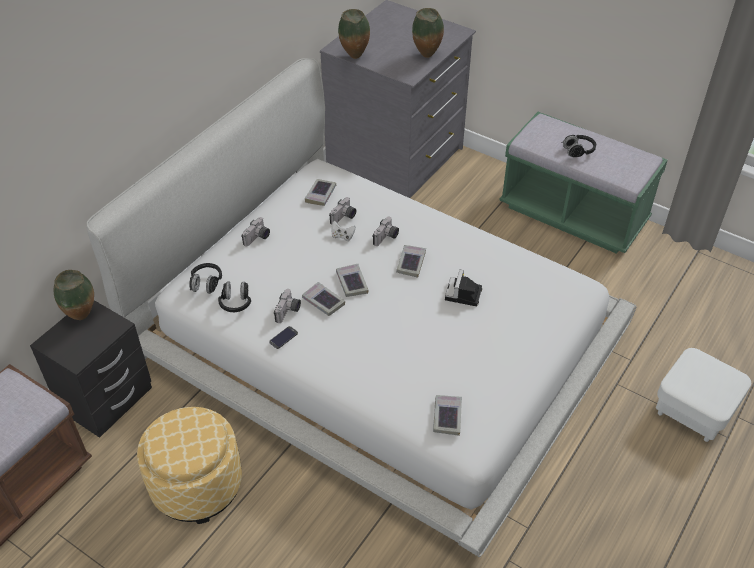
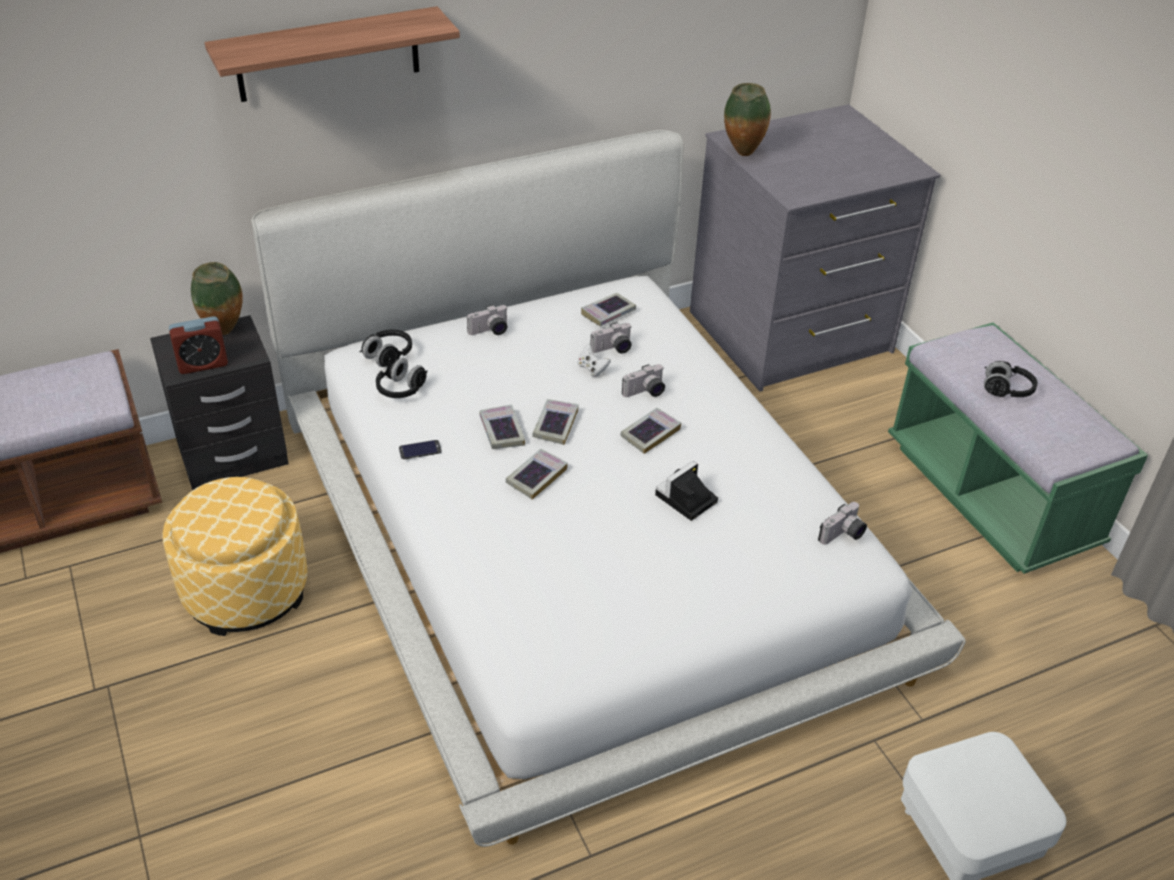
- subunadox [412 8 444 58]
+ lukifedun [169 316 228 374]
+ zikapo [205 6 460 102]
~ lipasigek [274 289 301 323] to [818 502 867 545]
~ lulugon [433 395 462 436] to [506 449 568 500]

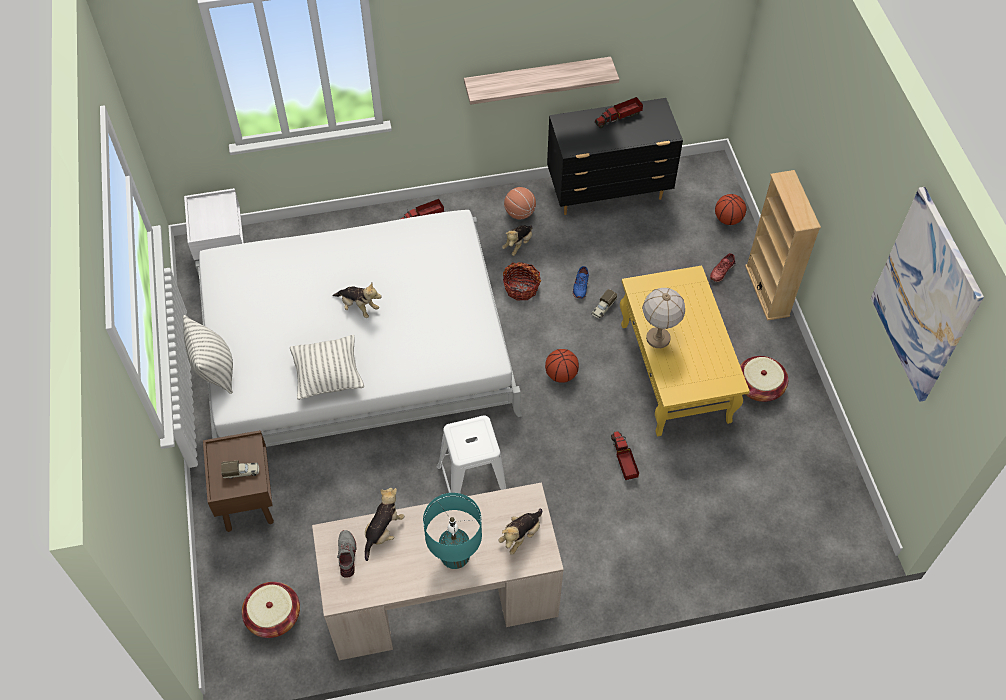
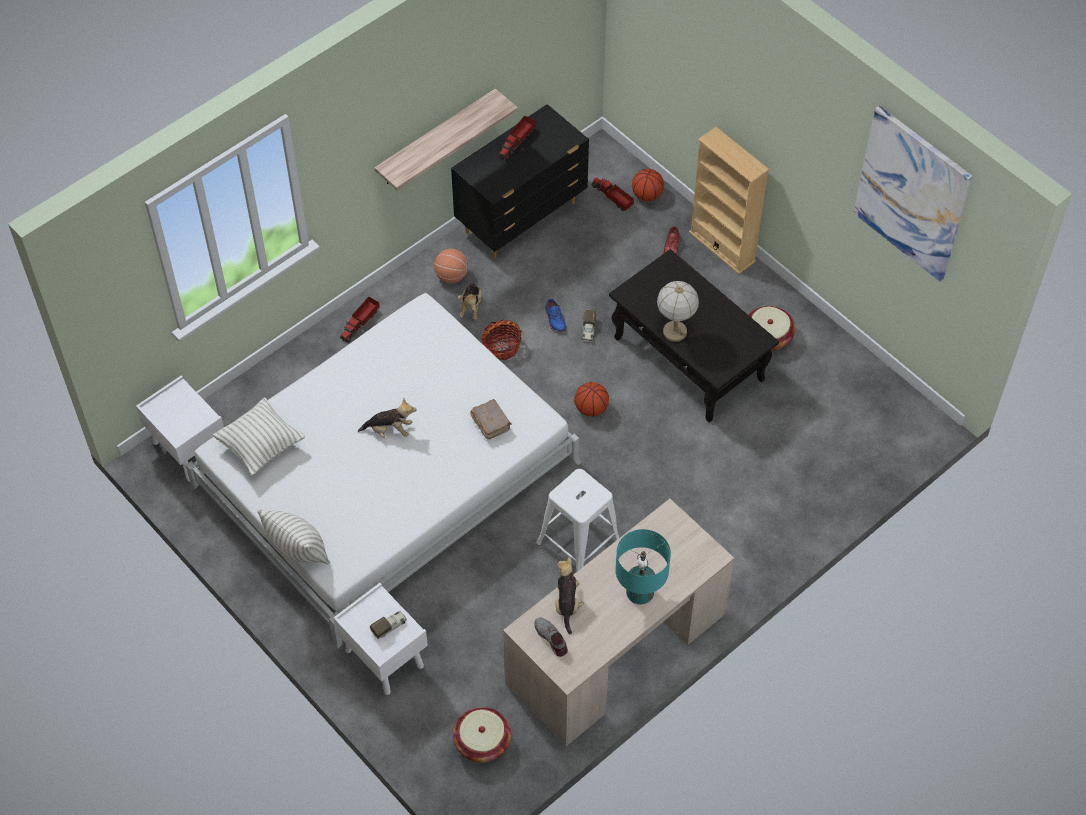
- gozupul [498 508 542 555]
+ brown lulugon [470 399 511 439]
~ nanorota [290 335 364 400] to [213 397 305 476]
~ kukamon [611 431 639 480] to [591 178 634 211]
~ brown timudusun [203 430 274 532] to white timudusun [333 583 428 695]
~ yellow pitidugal [620 266 749 437] to black pitidugal [609 249 779 423]

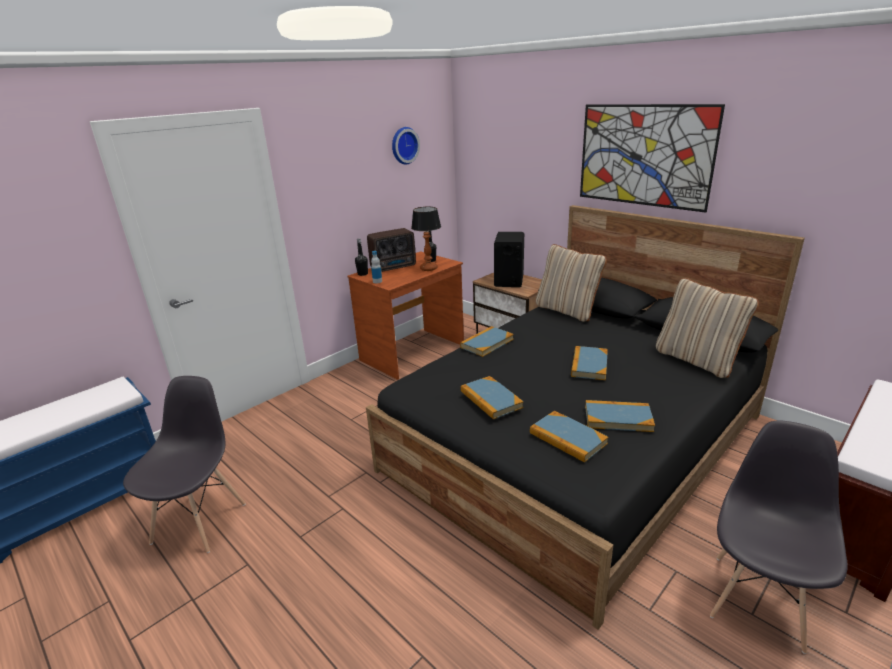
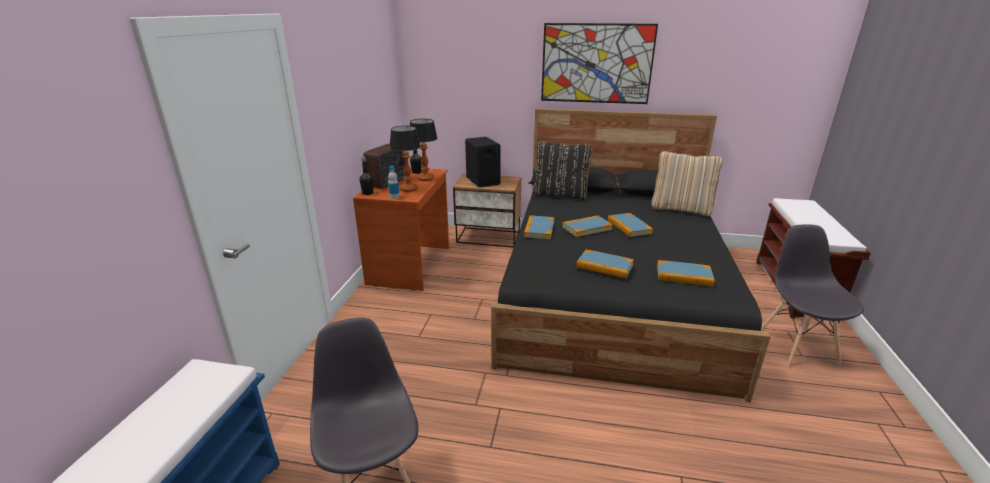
- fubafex [392 127 420 164]
+ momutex [390 126 421 192]
~ lulugon [585 400 655 432] to [562 215 613 237]
~ beige nanorota [536 244 607 322] to black nanorota [533 141 593 200]

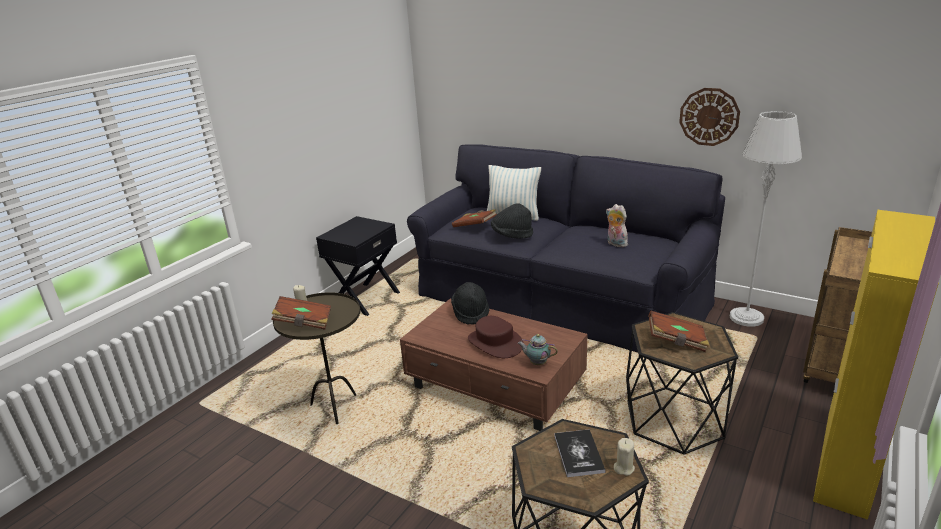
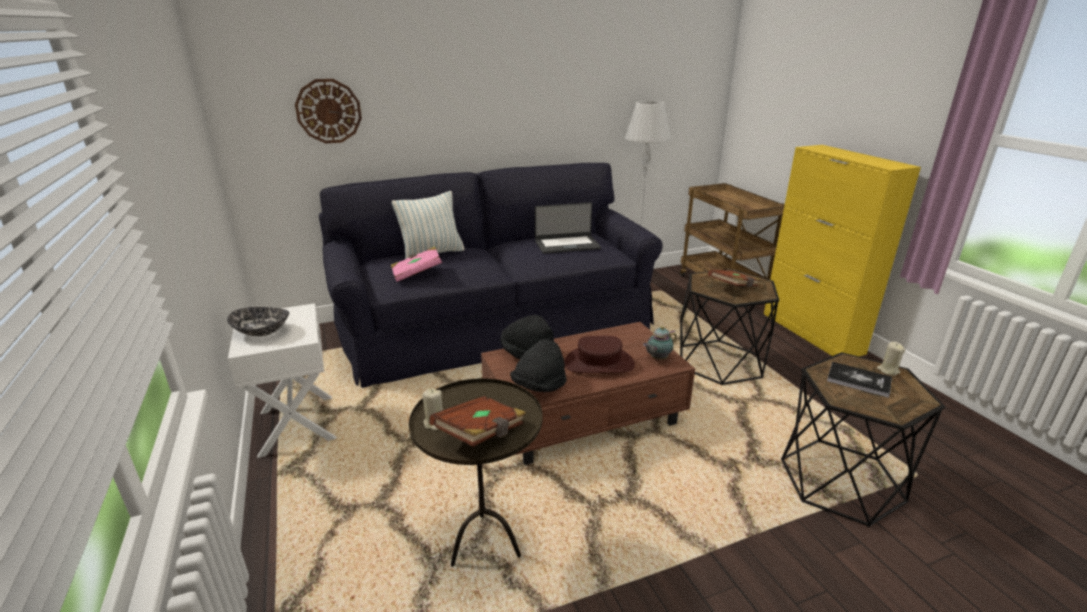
+ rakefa [227 307 289 336]
~ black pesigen [491 203 533 239] to [510 339 567 392]
~ fubafex [679 88 740 146] to [295 79 362 144]
~ gozupul [606 204 629 247] to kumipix [535 202 601 254]
~ black timudusun [316 216 400 316] to white timudusun [228 303 336 458]
~ brown lulugon [452 209 497 227] to pink lulugon [391 246 442 282]

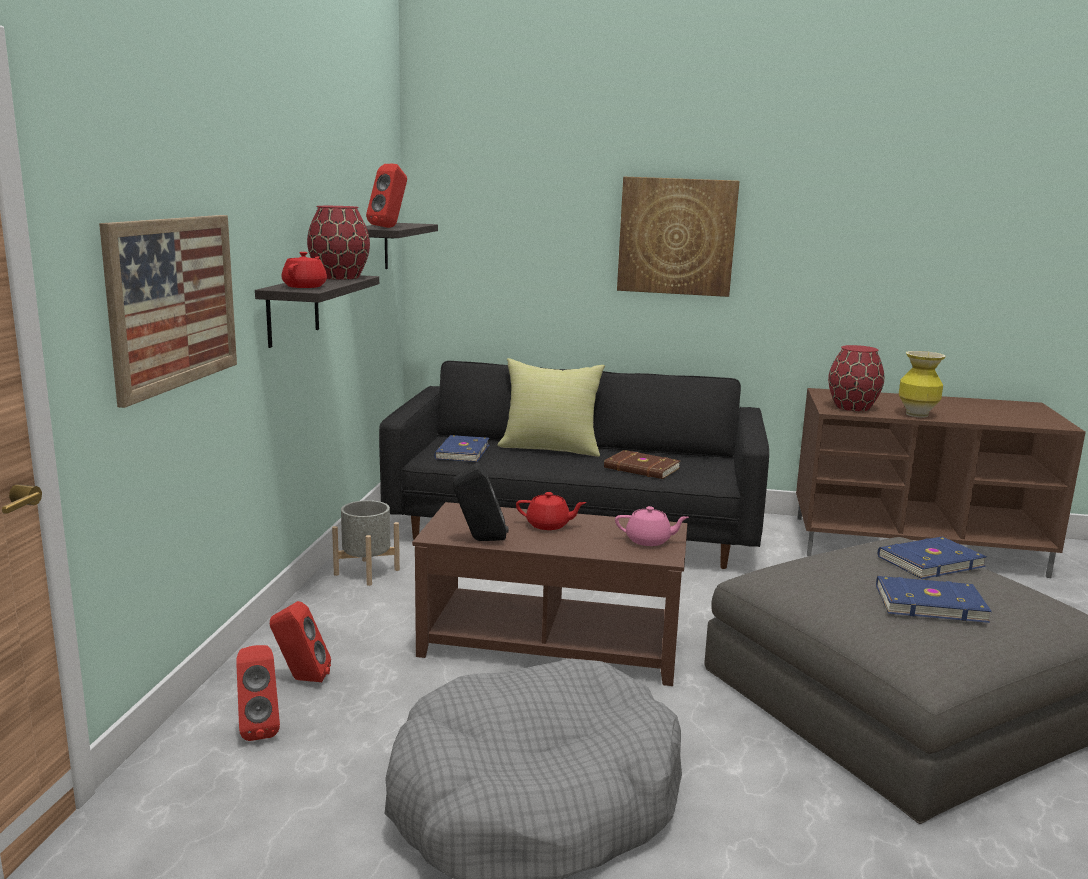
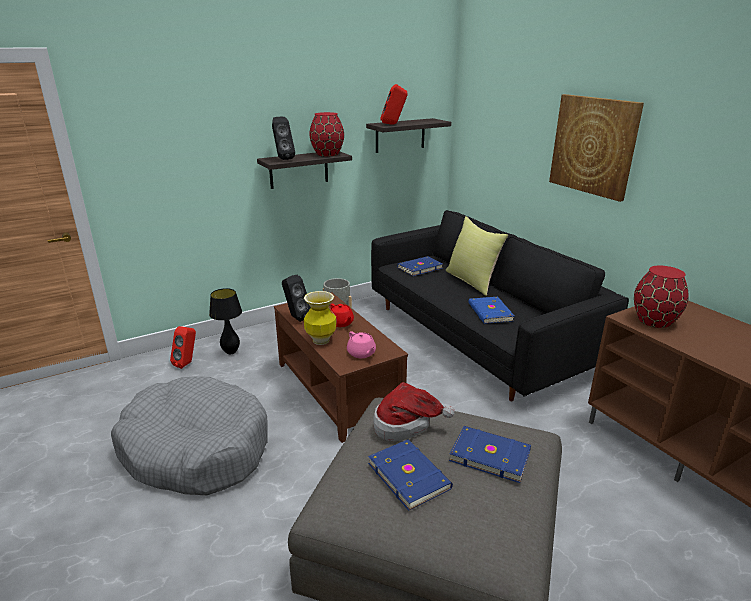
- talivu [99 215 237 408]
+ pesigen [373 382 455 442]
~ subunadox [899 351 946 417] to [304 291 337 345]
~ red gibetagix [270 601 331 682] to black momutex [209 288 242 354]
~ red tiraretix [282 252 327 288] to black gibetagix [272 117 295 160]
~ brown lulugon [604 450 680 479] to blue lulugon [468 297 514 324]

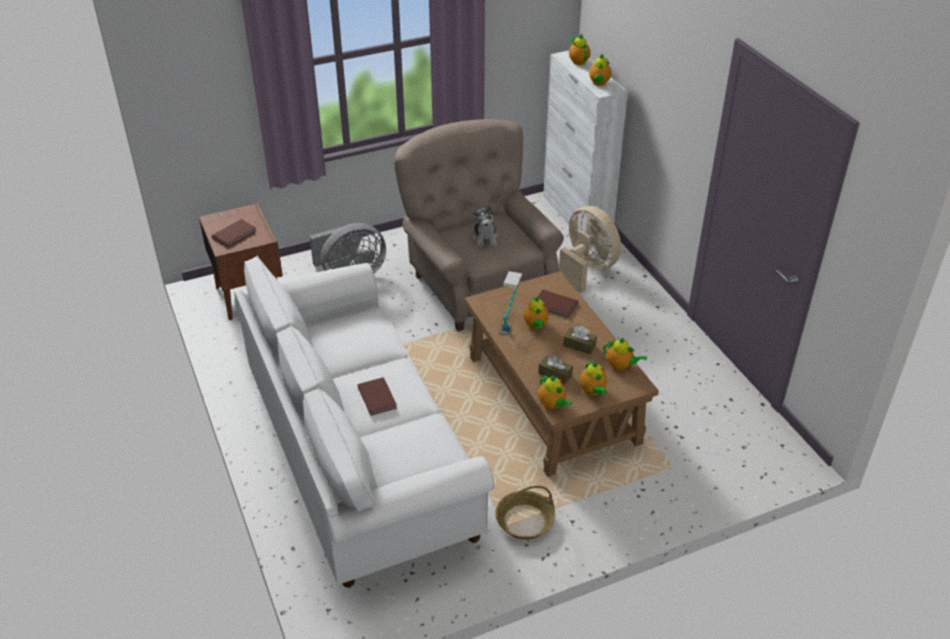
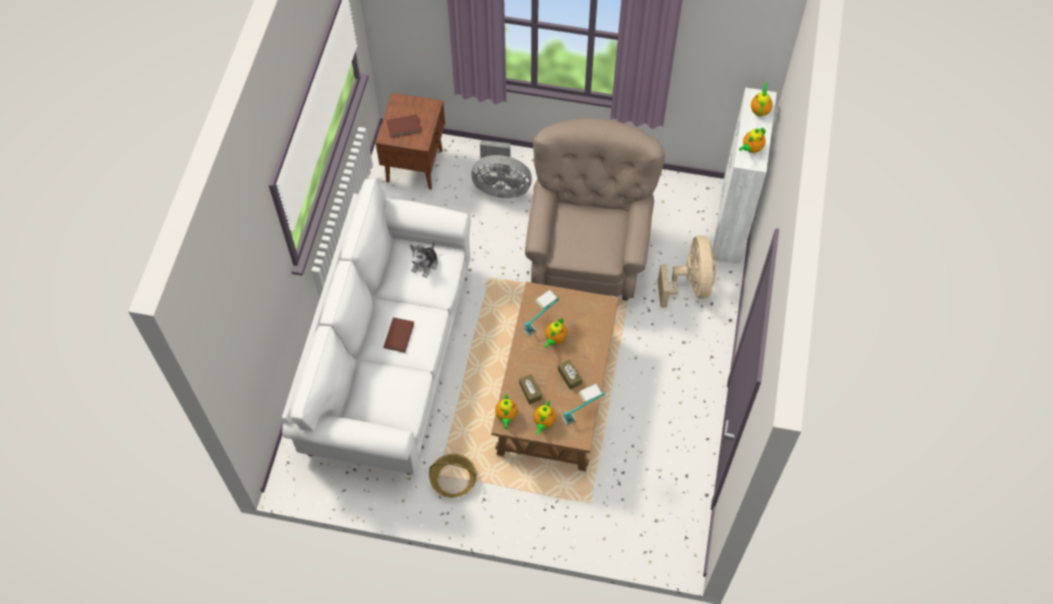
- brown lulugon [538 290 578 318]
~ gozupul [472 205 498 248] to [410 242 438 278]
~ tiraretix [603 338 647 370] to momutex [563 384 605 425]

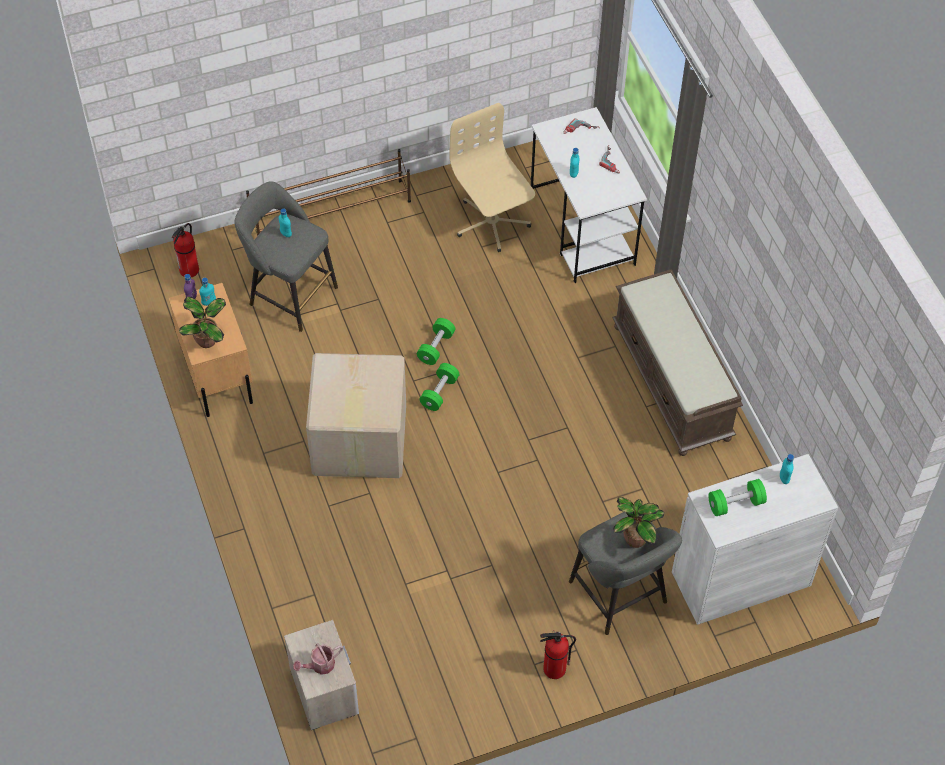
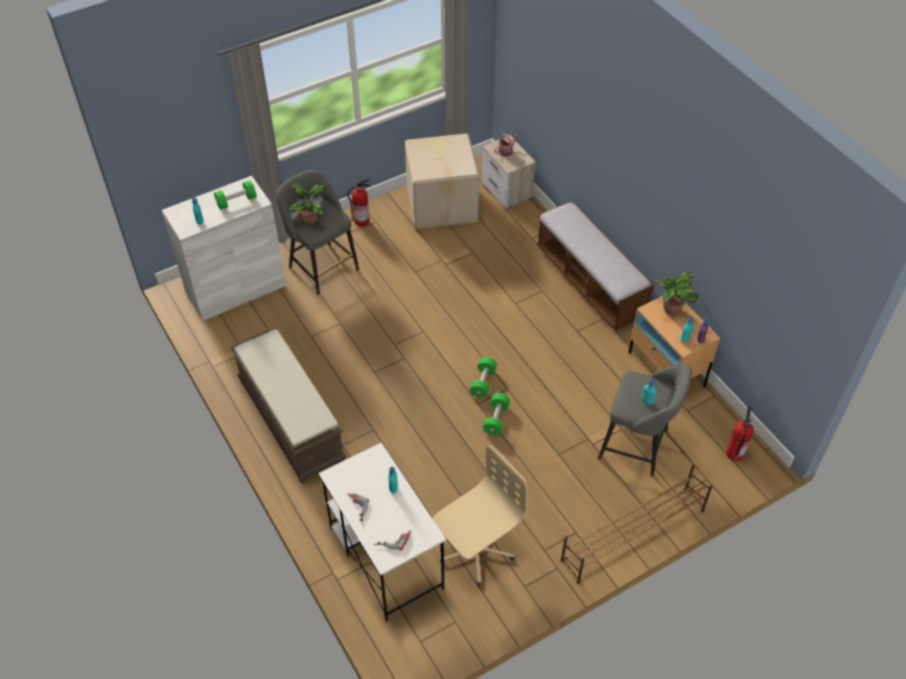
+ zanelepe [537 201 654 331]
~ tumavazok [306 353 406 478] to [405 133 480 229]
~ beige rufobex [449 103 535 252] = [432 445 527 585] 90 degrees counterclockwise

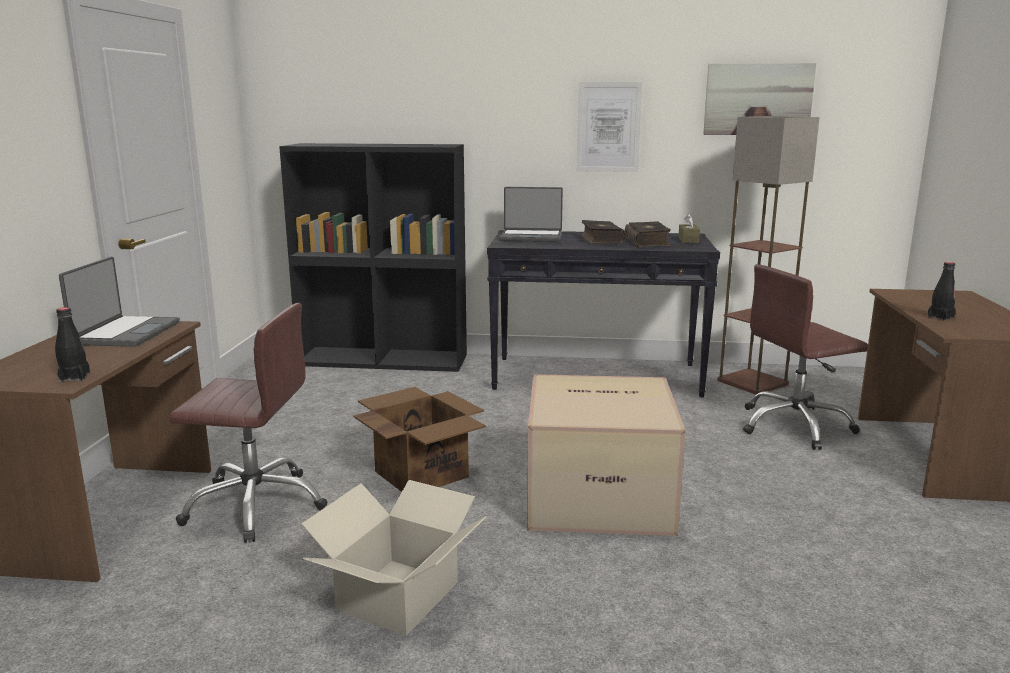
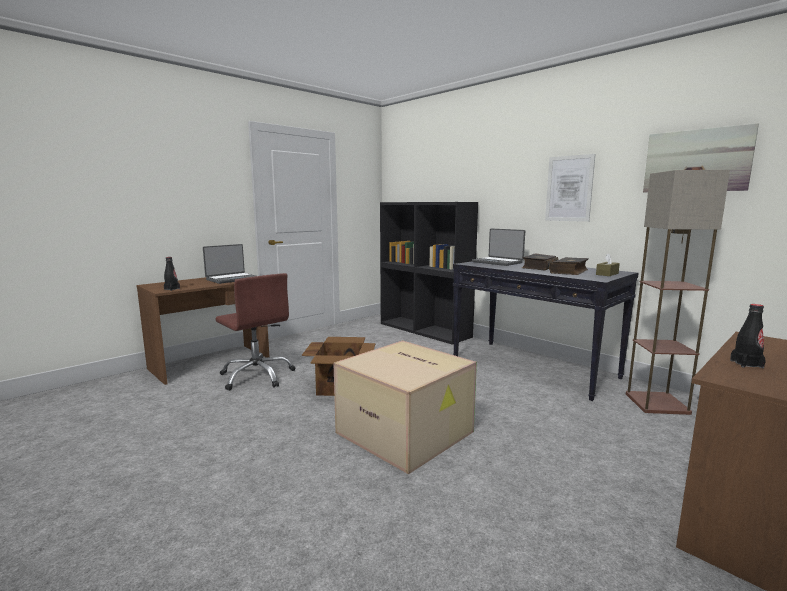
- tumavazok [301 480 487 636]
- brown rufobex [743 264 868 450]

